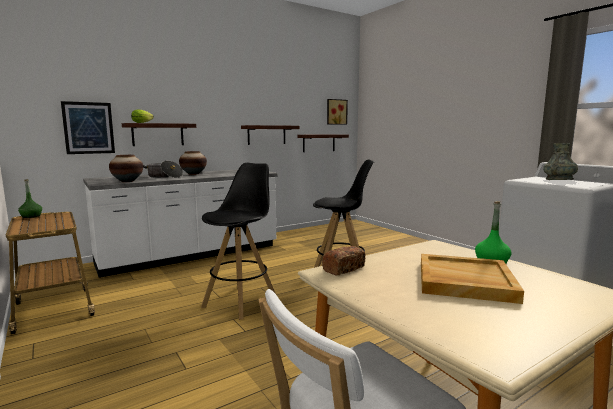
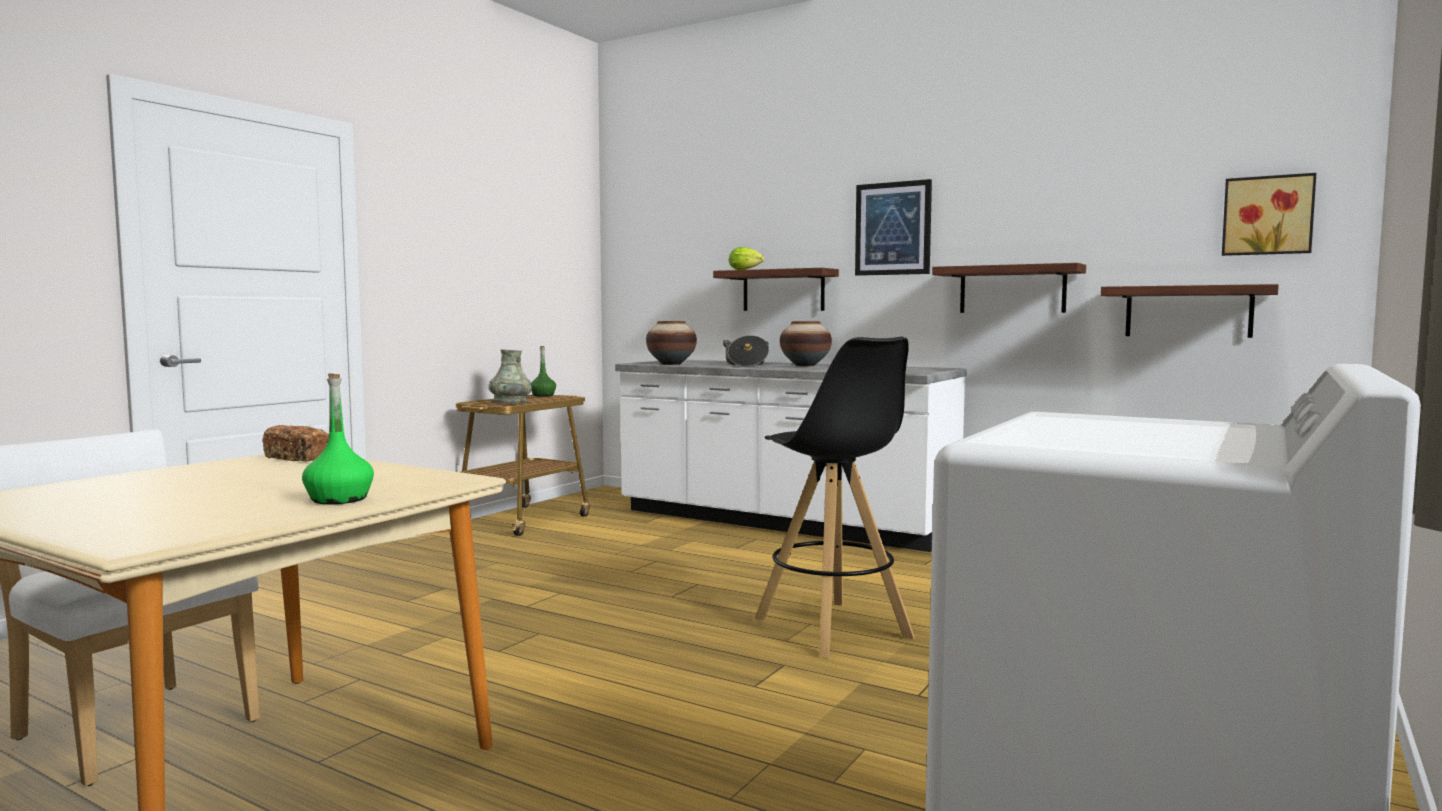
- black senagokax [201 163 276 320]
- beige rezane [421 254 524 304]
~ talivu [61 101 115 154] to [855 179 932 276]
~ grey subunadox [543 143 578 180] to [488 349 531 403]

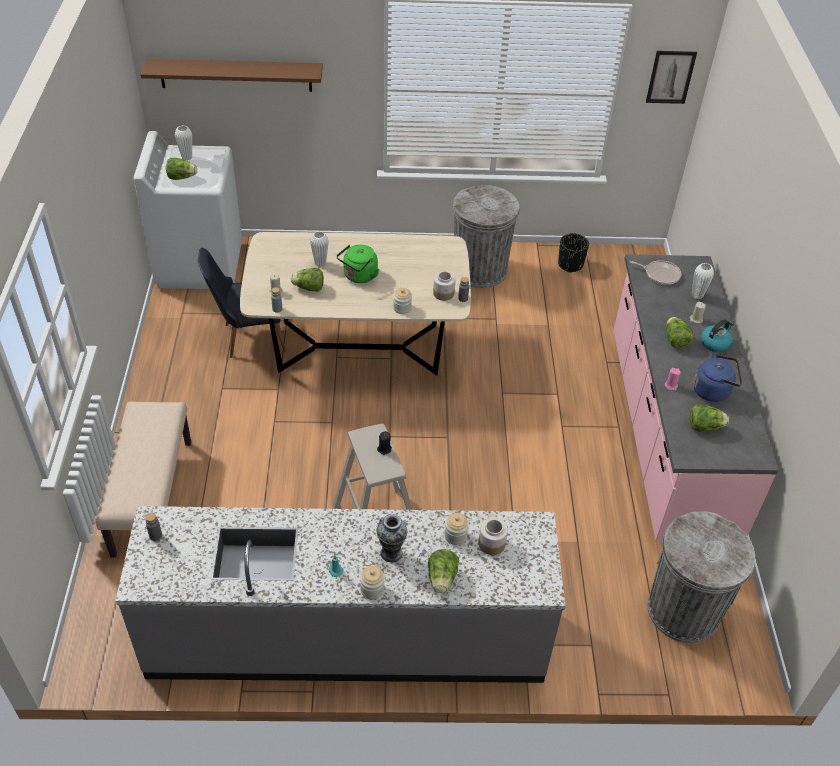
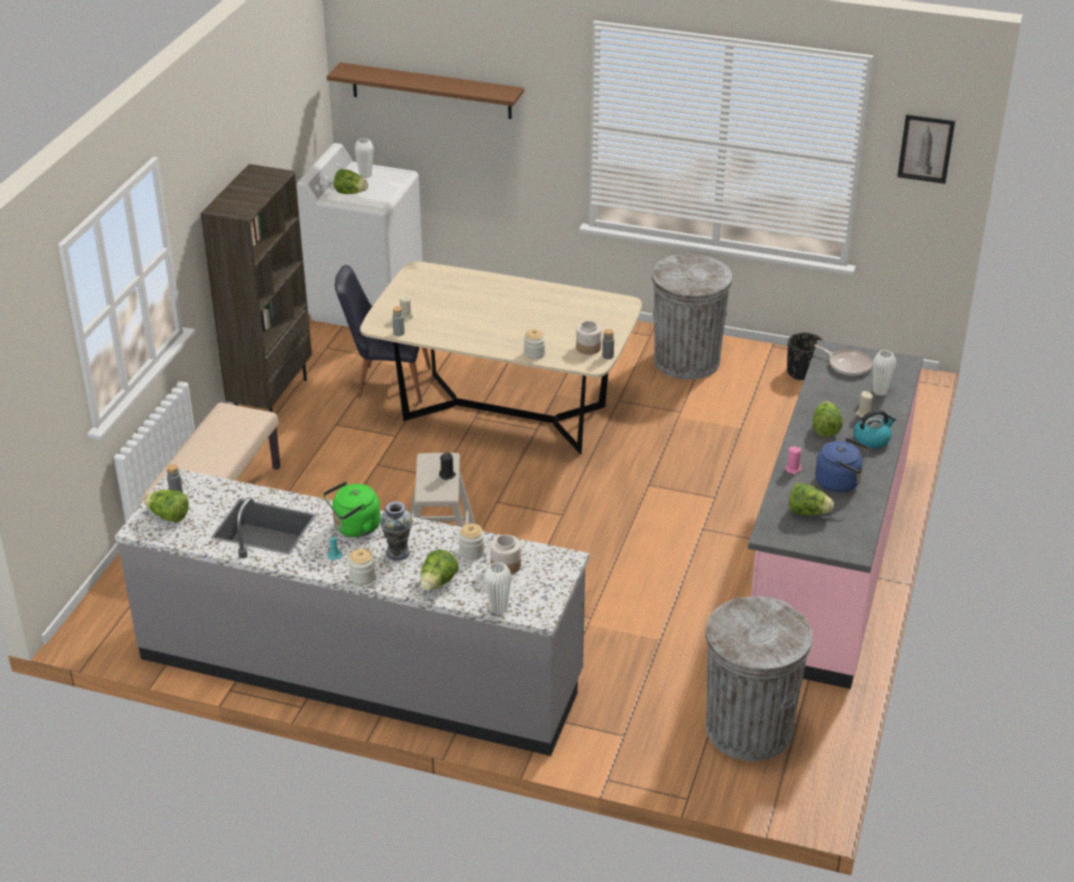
+ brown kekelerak [201 164 312 412]
~ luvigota [291 268 324 292] to [144 490 189 523]
~ white subunadox [310 231 329 267] to [484 562 512 614]
~ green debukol [337 245 379 283] to [323 481 381 537]

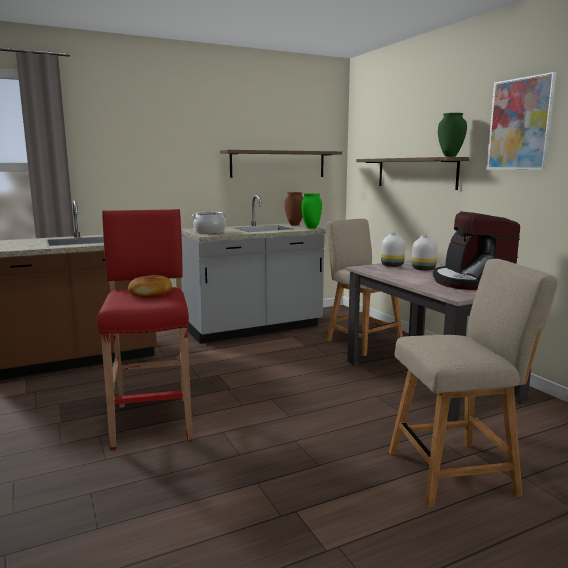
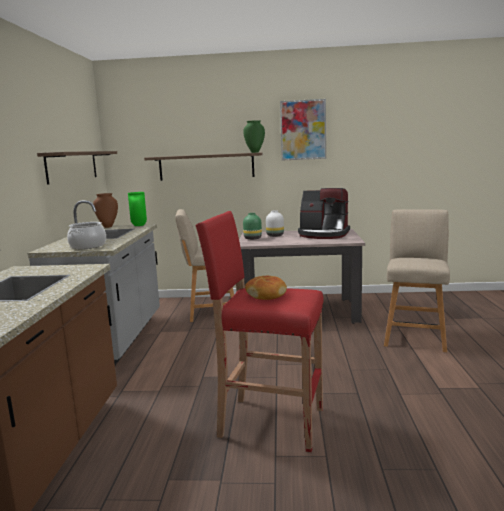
~ white subunadox [381 233 405 267] to green subunadox [243 213 262 240]

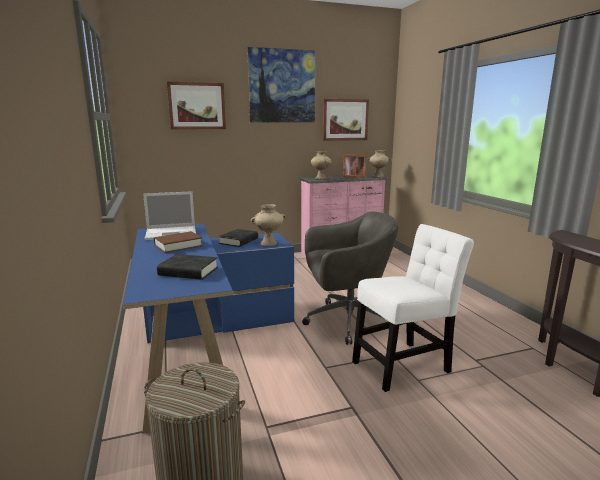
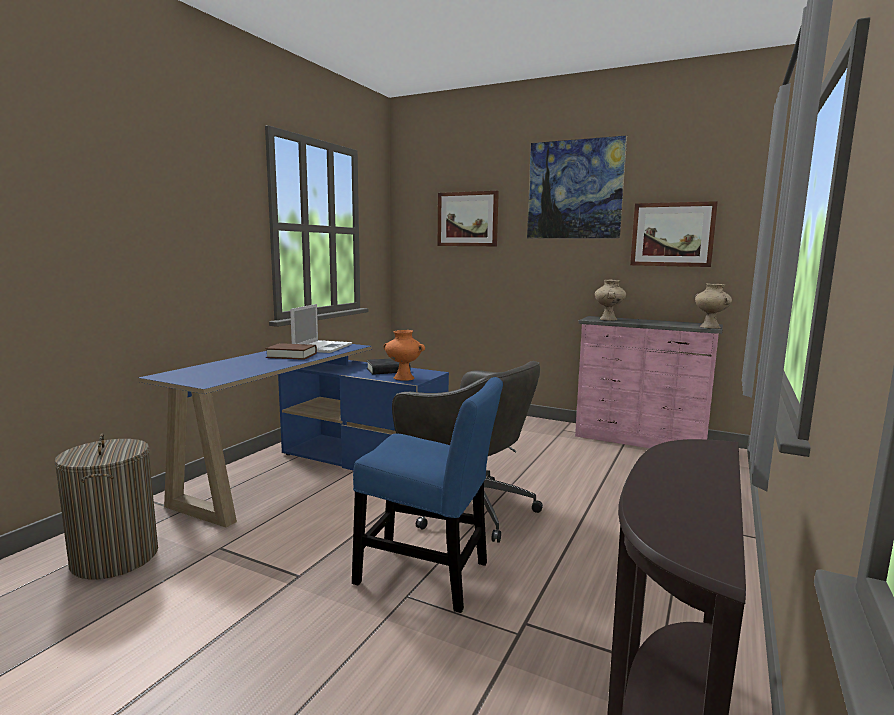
- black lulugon [157 254 218 280]
- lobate [343 155 366 177]
~ beige subunadox [251 204 286 246] to orange subunadox [383 330 425 381]
~ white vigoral [352 224 474 392] to blue vigoral [352 377 503 613]
~ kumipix [143 191 196 240] = [290 304 352 353] 105 degrees counterclockwise

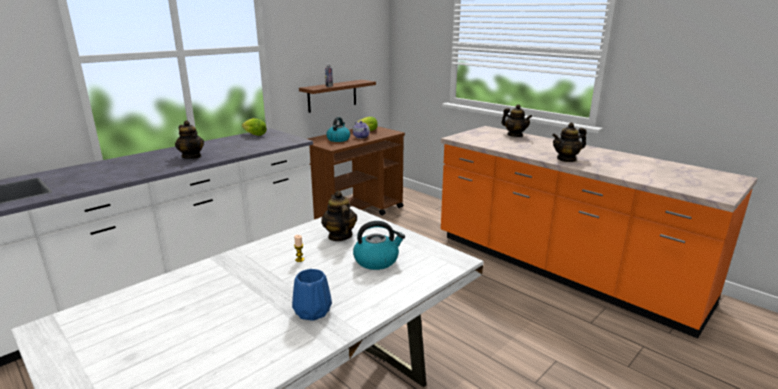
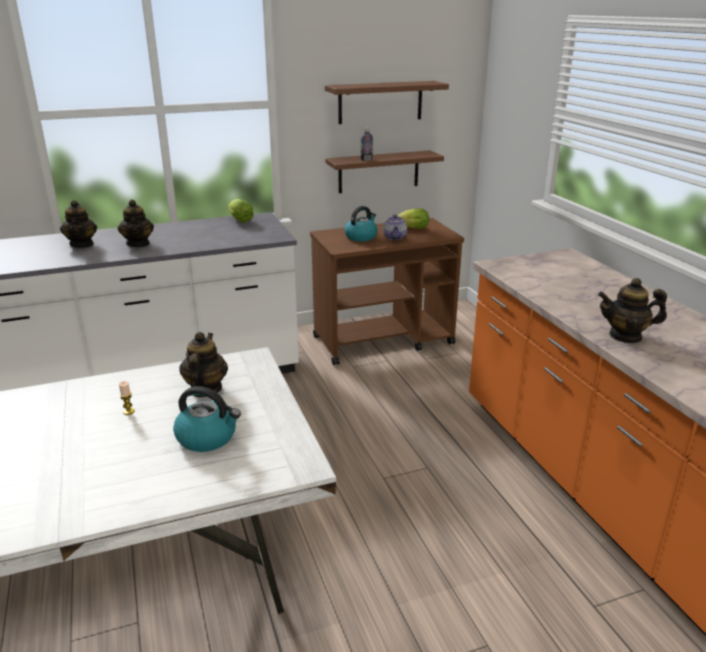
- blue subunadox [292 269 332 321]
+ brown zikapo [325 81 449 124]
~ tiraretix [501 104 532 137] to [60 200 97 248]

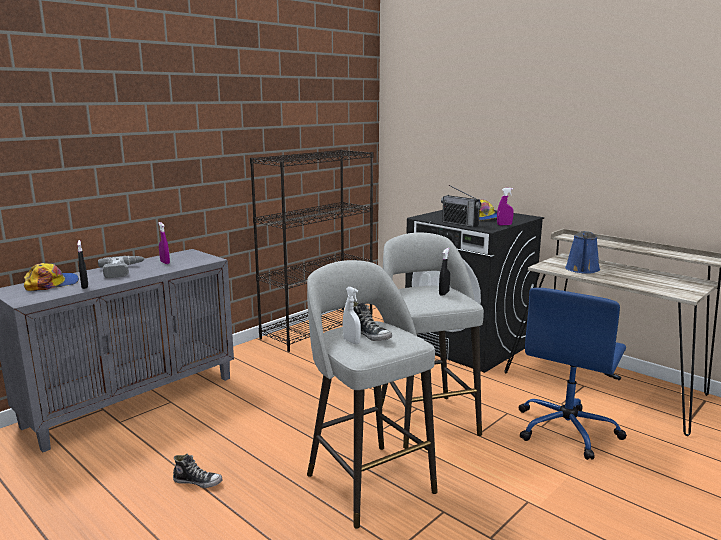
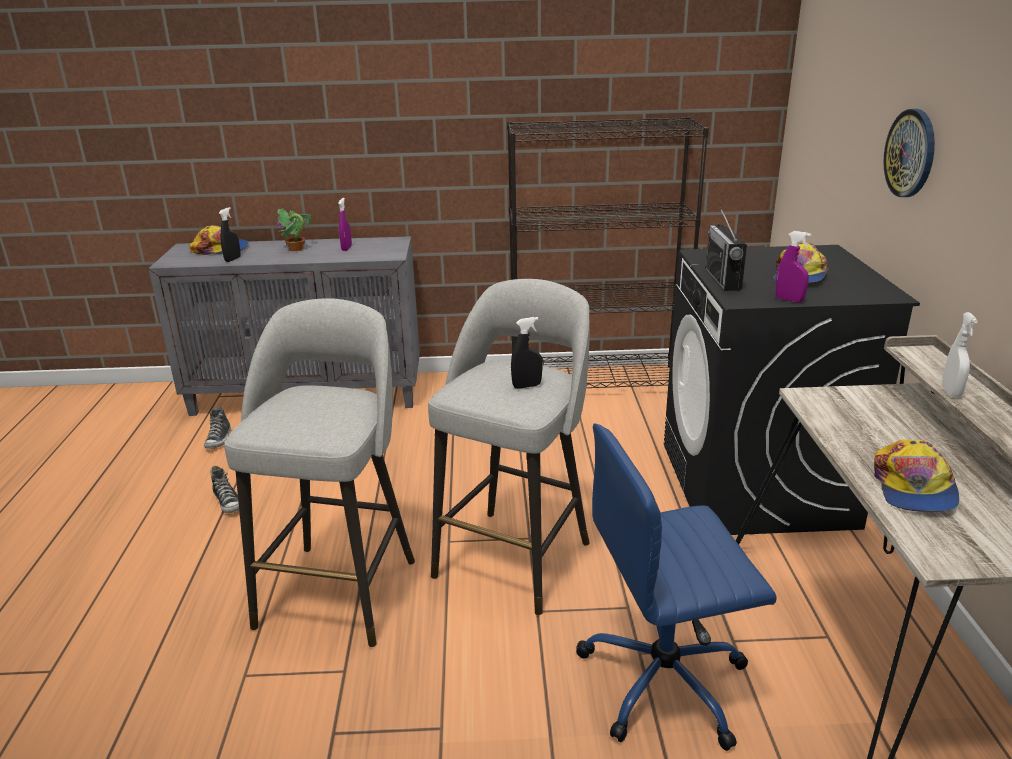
- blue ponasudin [565 231 600 274]
+ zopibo [874 439 959 512]
+ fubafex [883 109 935 197]
~ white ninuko [343 287 361 344] to [942 312 978 398]
~ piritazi [353 302 392 341] to [204 406 231 449]
~ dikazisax [98 256 145 278] to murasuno [277 209 311 251]

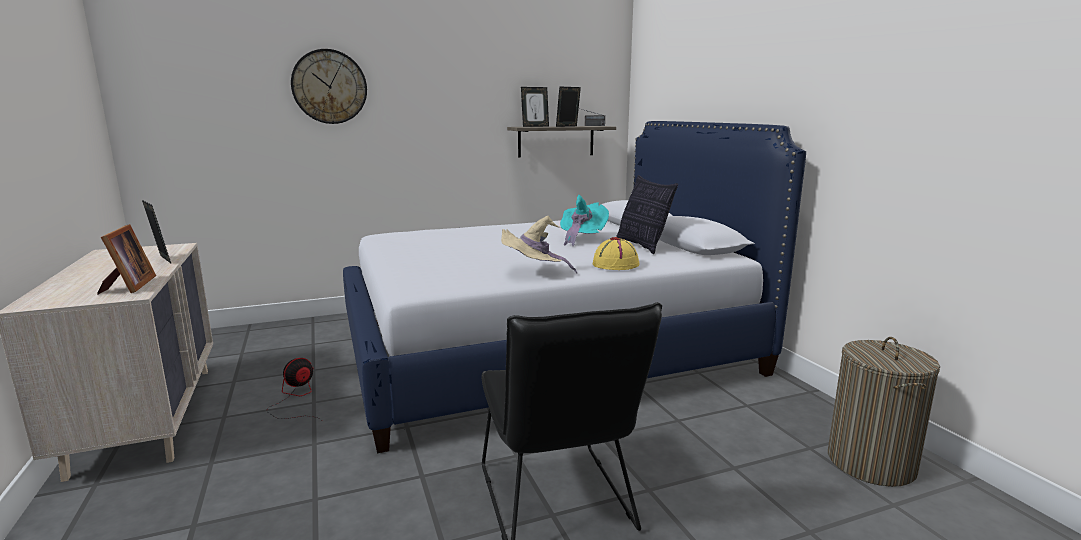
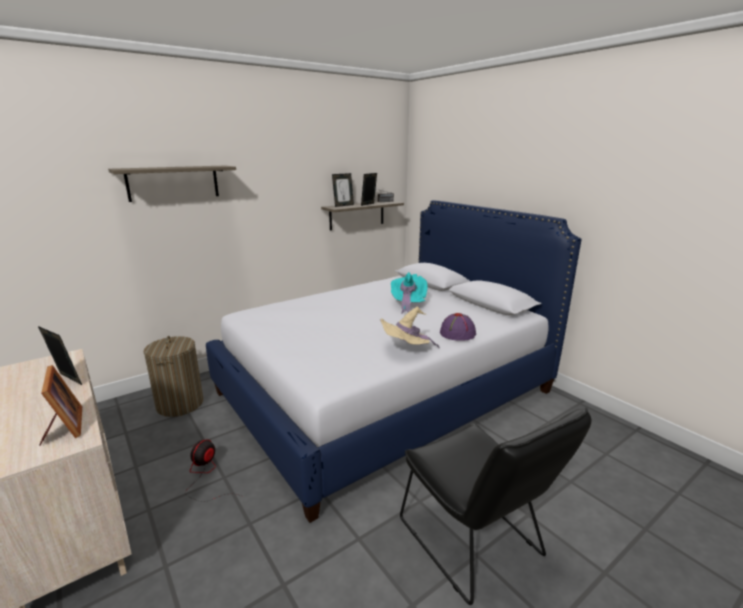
- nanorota [616 175 678 254]
~ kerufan [828 337 940 487] to [144 336 203 417]
~ fubafex [291 49 367 124] to zikapo [108 165 236 202]
~ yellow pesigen [593 237 639 270] to purple pesigen [440 313 476 341]

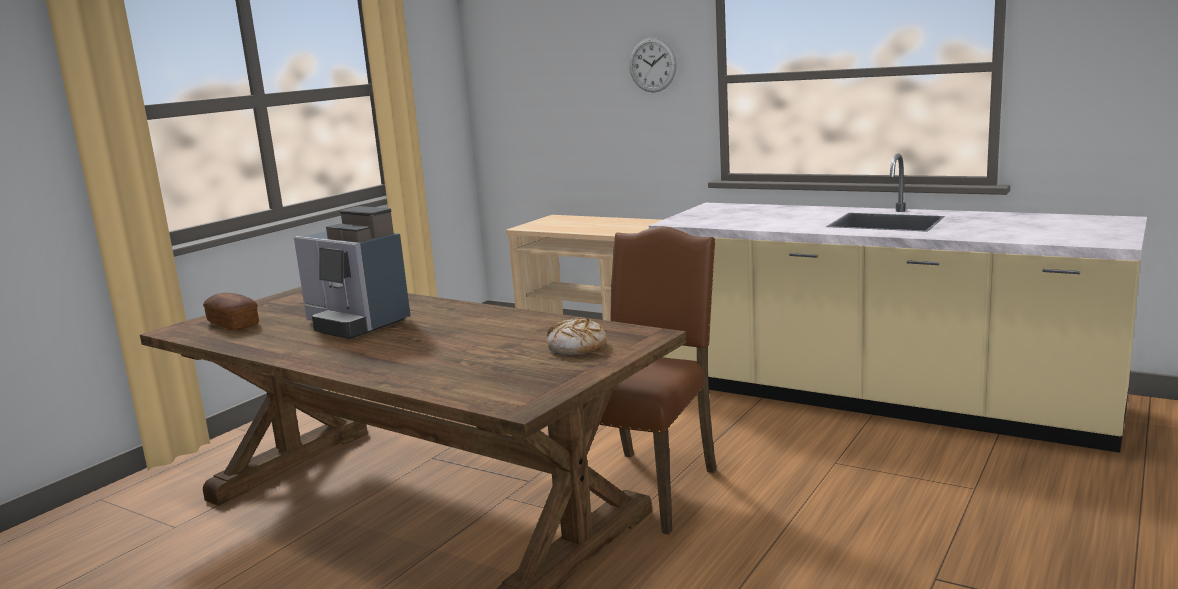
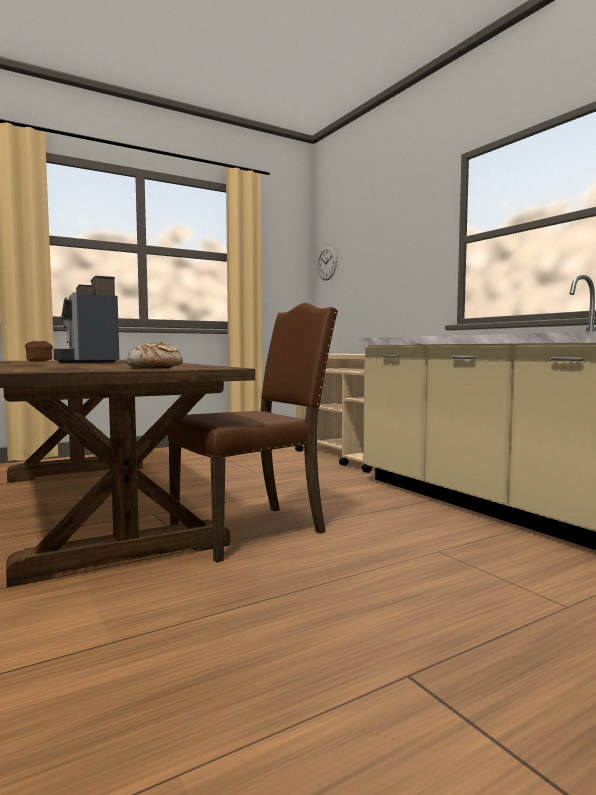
~ fubafex [629 38 677 92] to [318 247 337 281]

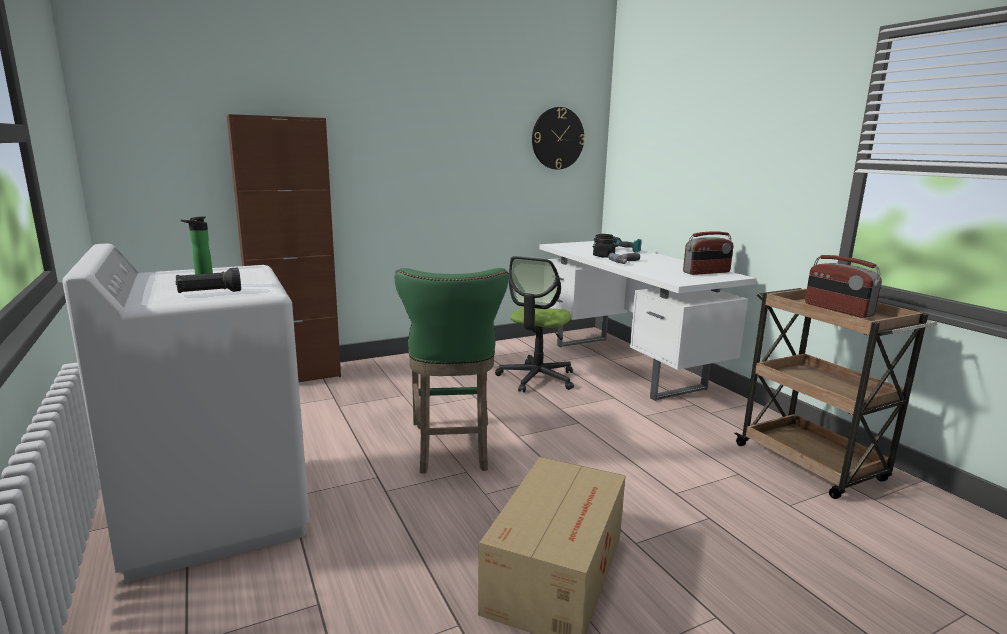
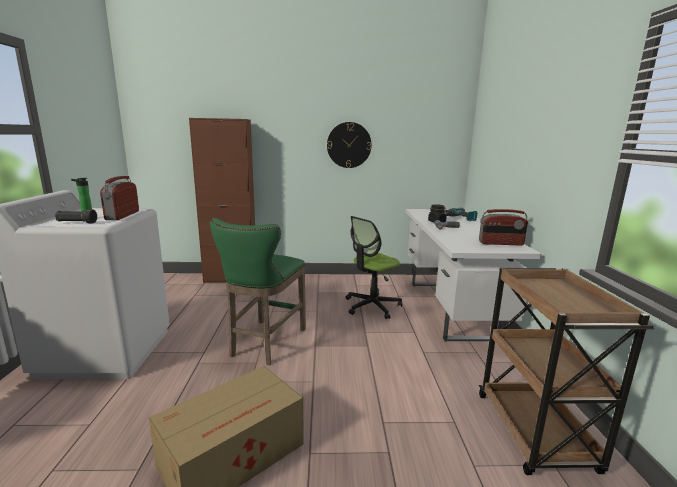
~ fubafex [532 107 585 170] to [327 122 372 168]
~ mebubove [805 255 882 318] to [100 176 139 220]

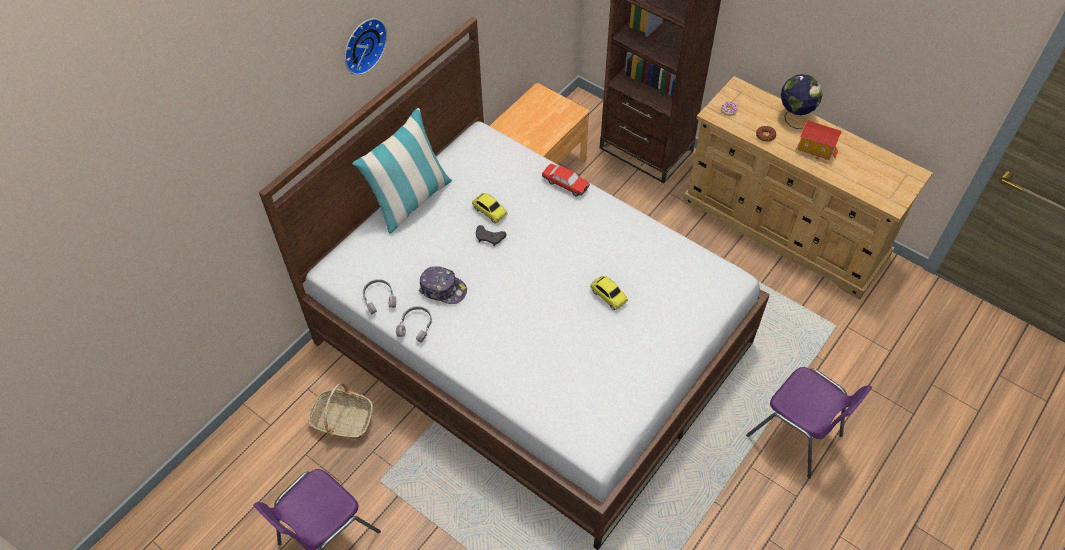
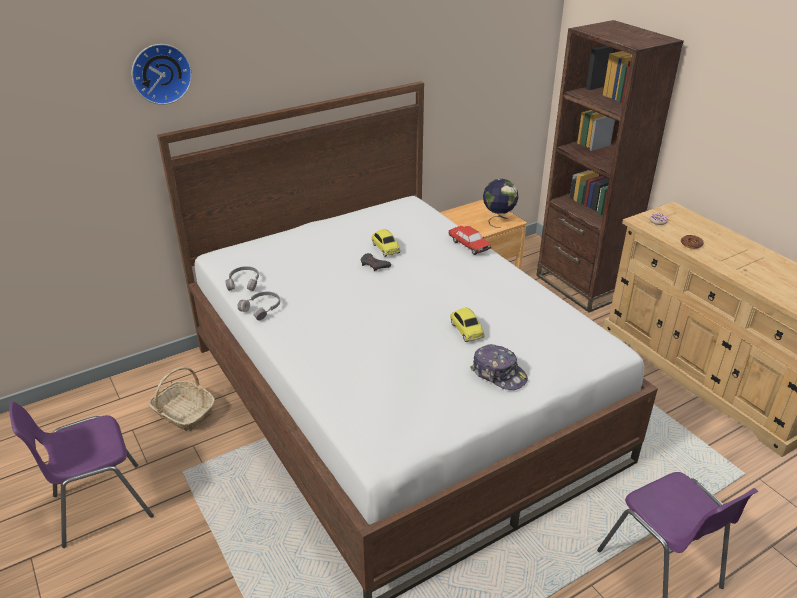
- nanorota [352 108 452 234]
- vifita [796 120 842 160]
~ fubafex [345 18 387 75] to [131 44 192 105]
~ zopibo [419 266 467 304] to [470 344 528 390]
~ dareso [781 74 822 129] to [483 179 518 228]

